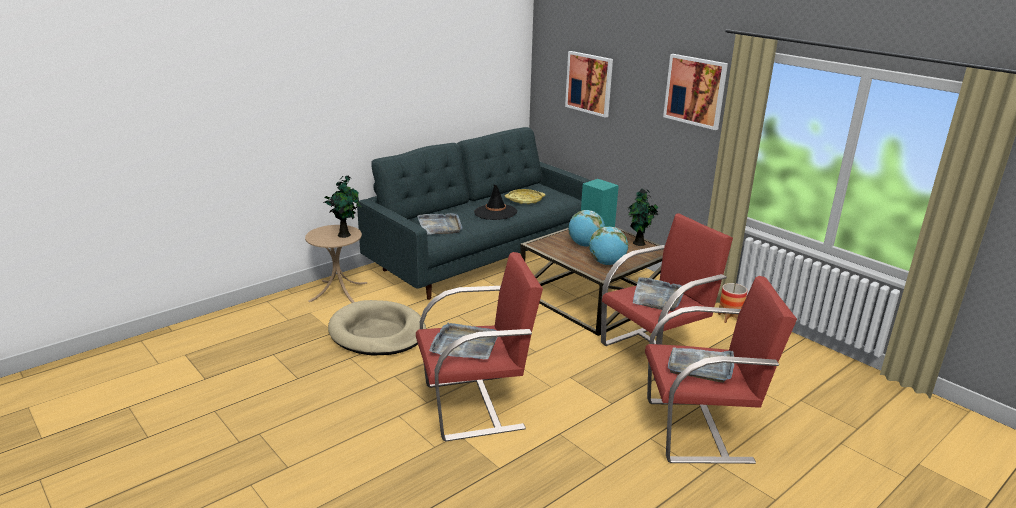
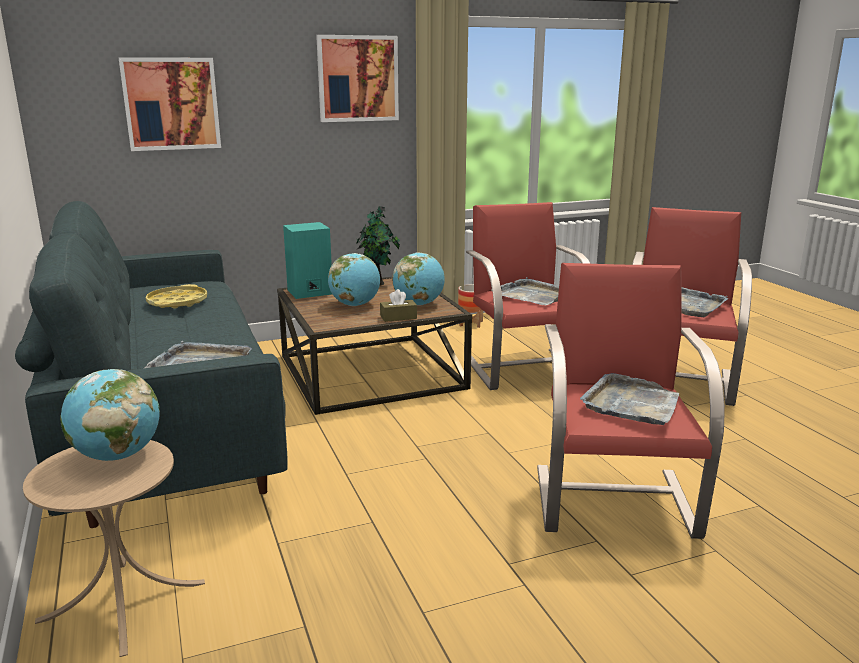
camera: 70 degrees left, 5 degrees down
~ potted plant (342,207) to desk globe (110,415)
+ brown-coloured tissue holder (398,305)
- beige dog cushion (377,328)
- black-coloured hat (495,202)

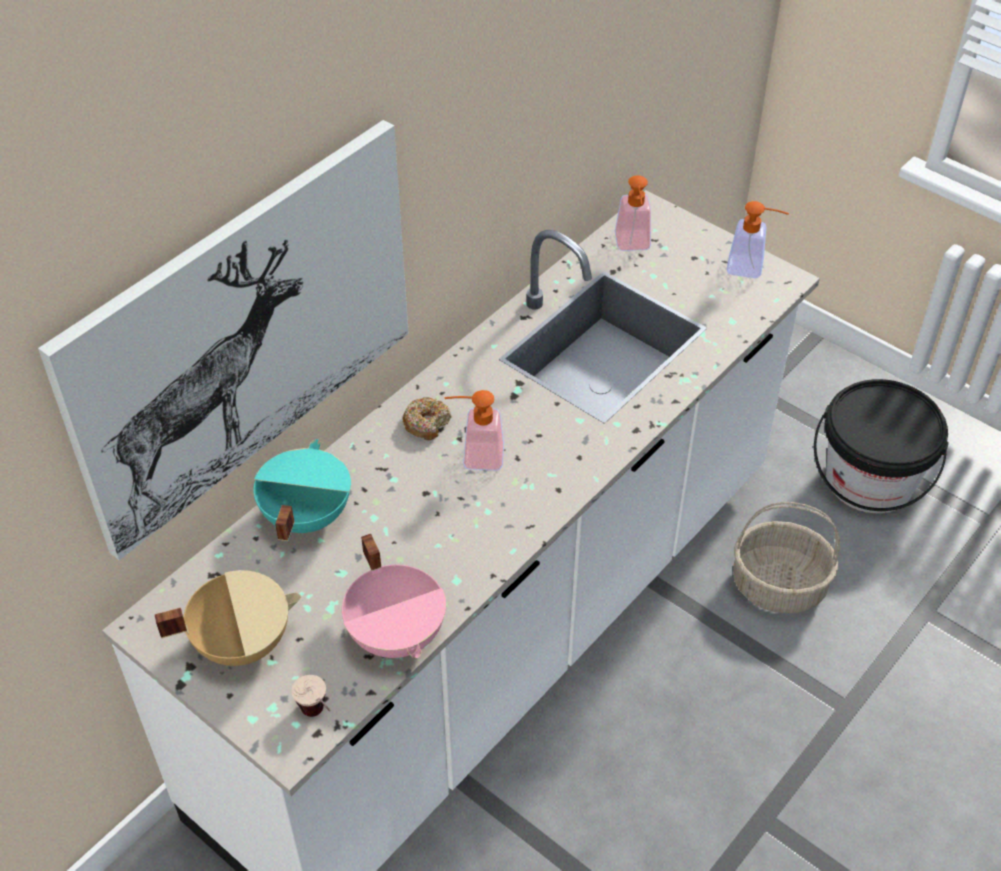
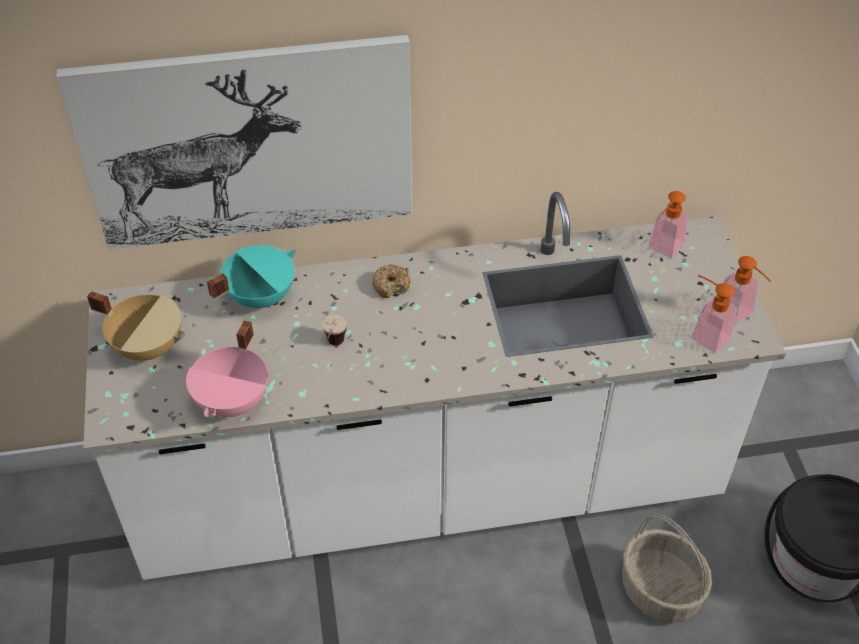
camera: 40 degrees right, 0 degrees up
~ small cup (311,696) to (334,330)
~ soap dispenser (474,430) to (714,314)

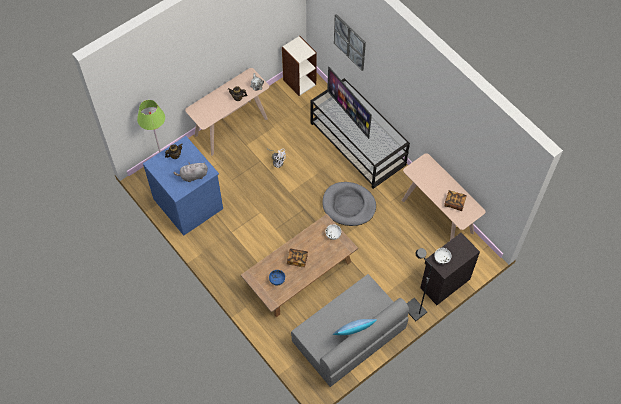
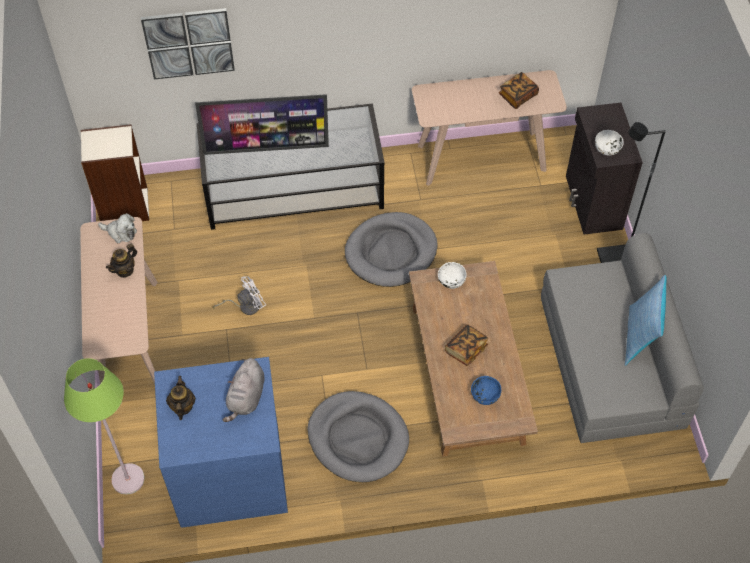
camera: 60 degrees left, 5 degrees down
+ gray dog cushion (358,436)

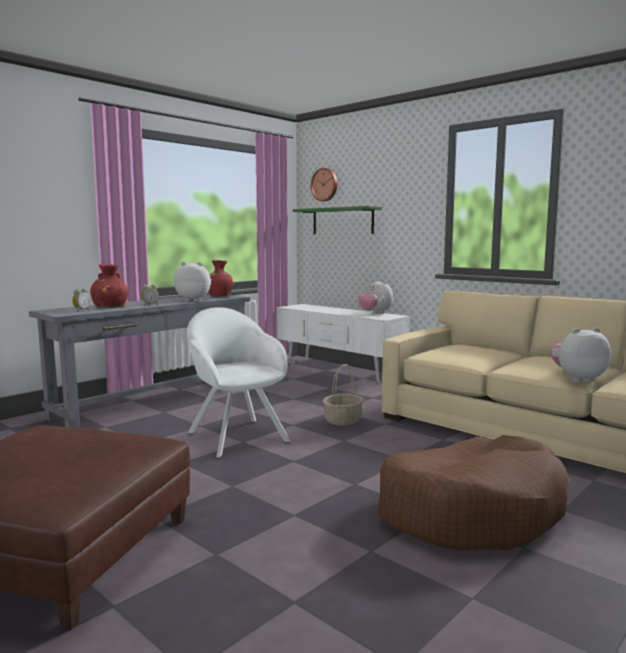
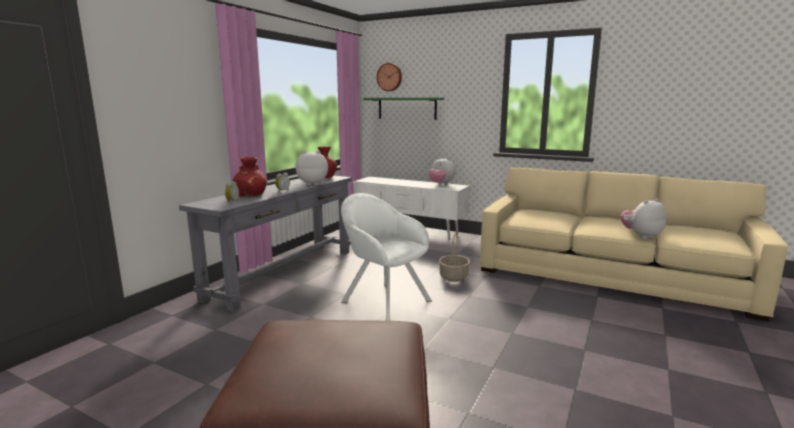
camera: 15 degrees left, 5 degrees up
- brown-coloured dog cushion (473,492)

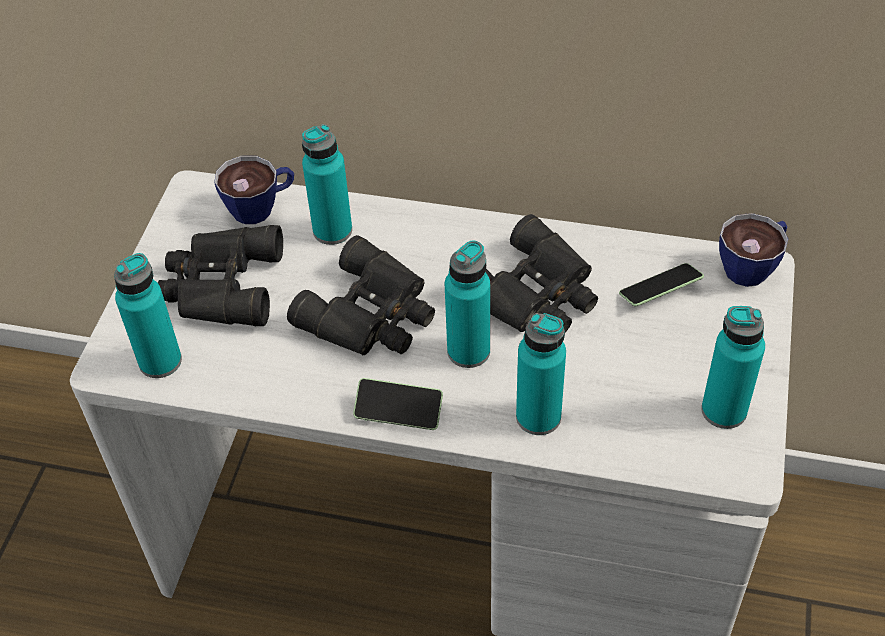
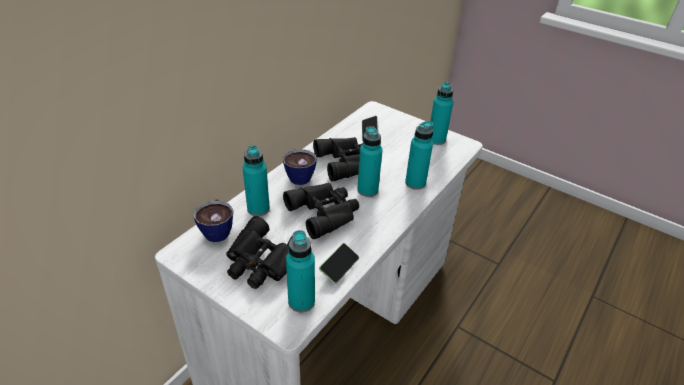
camera: 70 degrees left, 10 degrees down
~ small cup (753,250) to (300,167)
~ handset (398,404) to (339,263)

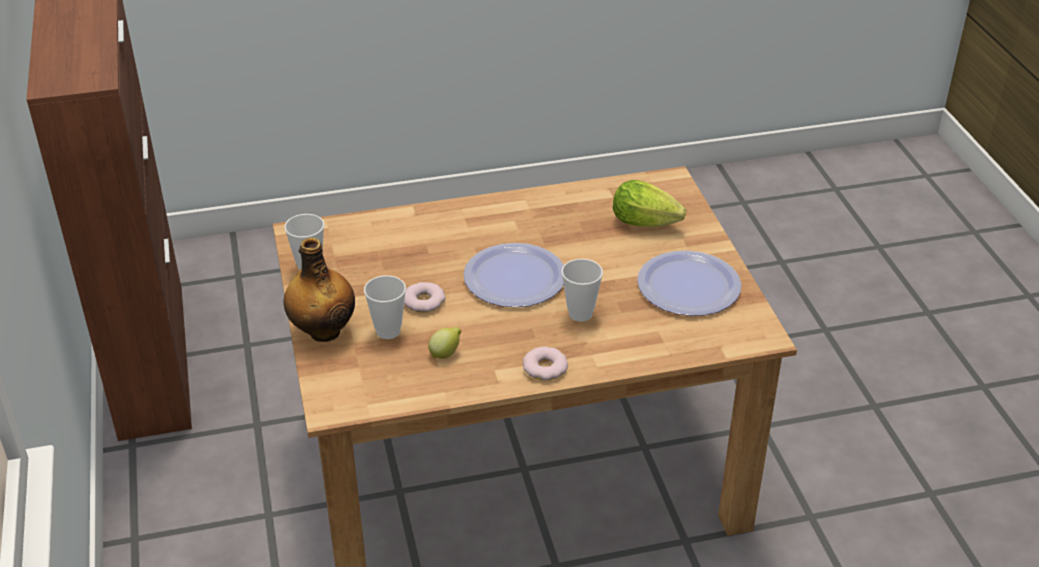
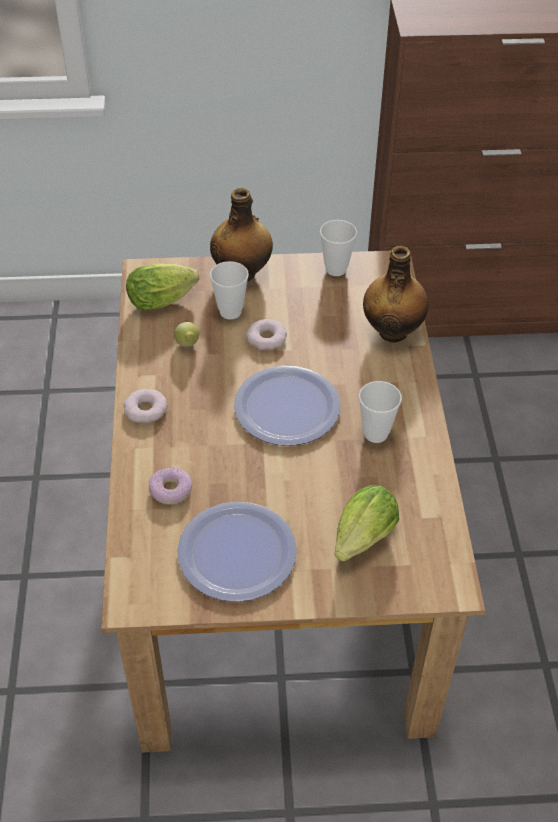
camera: 100 degrees right, 10 degrees up
+ head of lettuce (162,287)
+ ring doughnut (170,486)
~ small cup (582,290) to (380,412)
+ bottle (395,294)

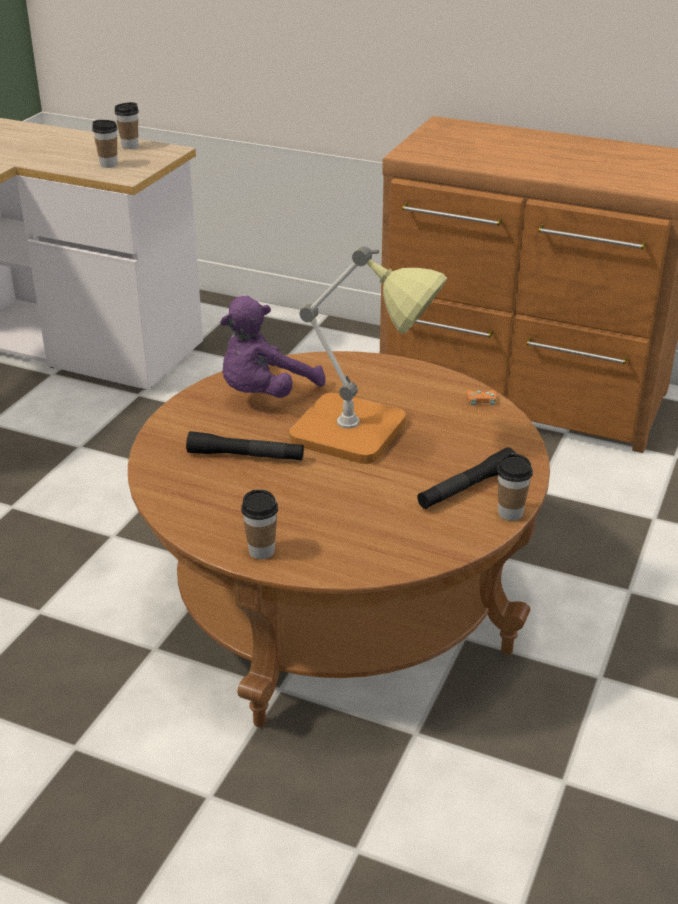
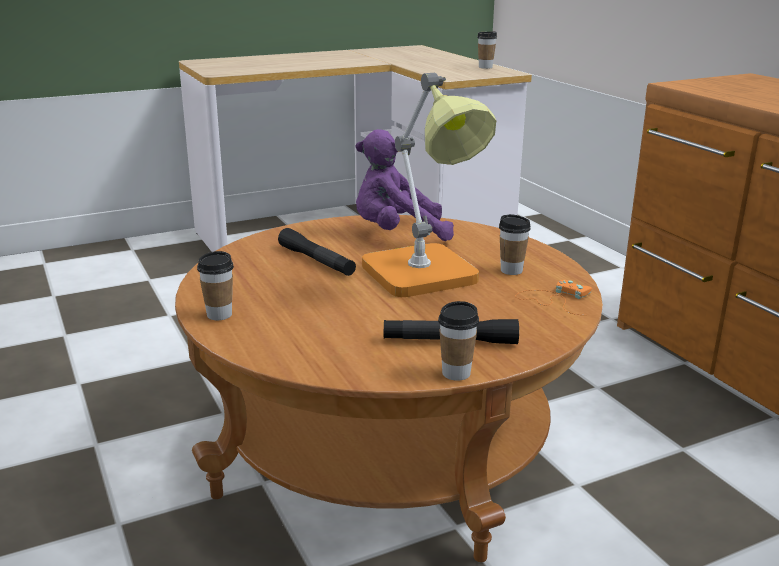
camera: 40 degrees right, 10 degrees down
~ small cup (105,144) to (515,244)

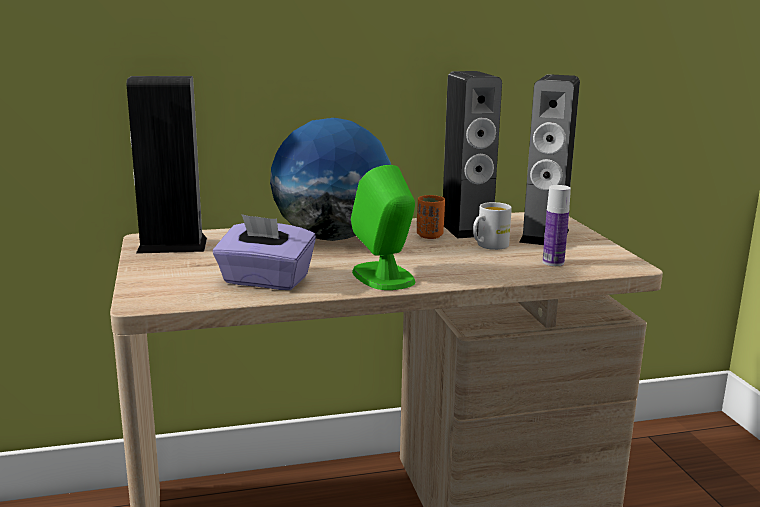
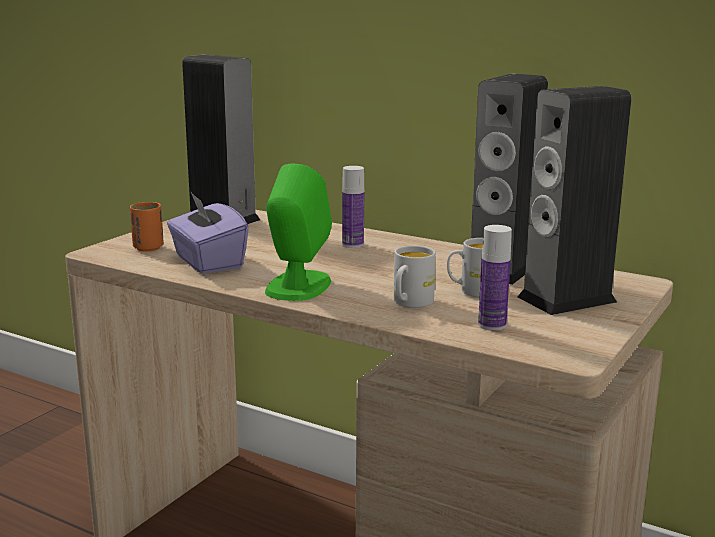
camera: 45 degrees right, 0 degrees up
~ orange small cup (431,217) to (147,227)
~ desk globe (331,179) to bottle (353,207)
+ whitish coffee mug (415,277)

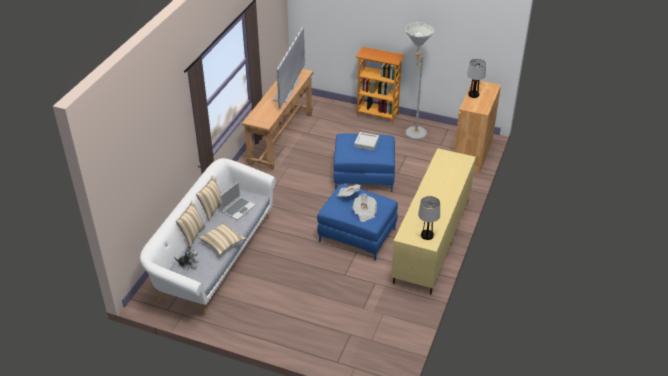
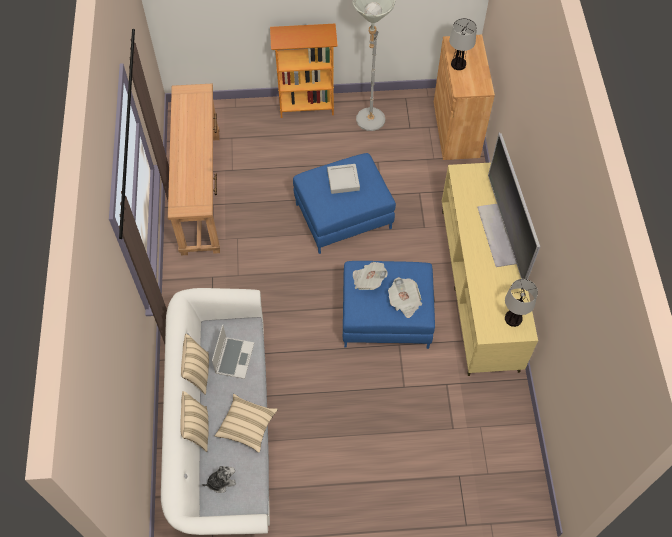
camera: 25 degrees left, 20 degrees up
~ TV set (289,67) to (508,206)

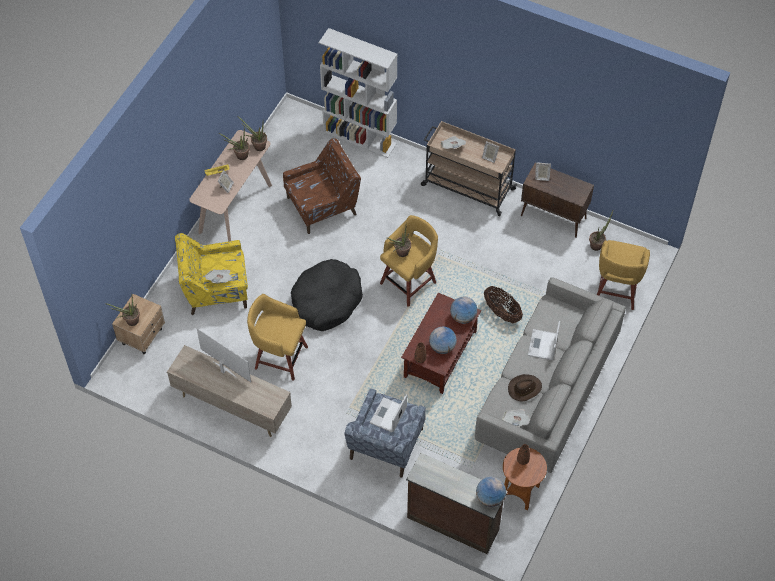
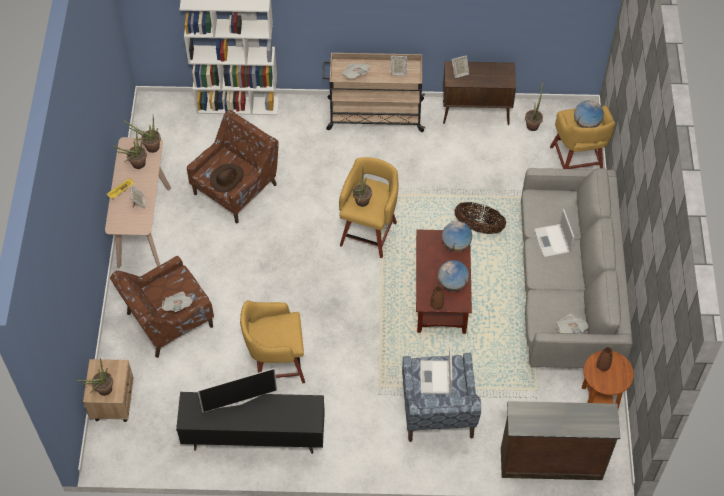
camera: 25 degrees left, 0 degrees up
~ yellow-coloured easy chair (211,274) to brown-coloured easy chair (162,307)
~ beige tv unit (229,391) to black-coloured tv unit (250,423)
~ TV set (224,355) = (237,390) 150 degrees clockwise
~ brown-coloured hat (525,388) to (227,178)
~ desk globe (491,492) to (589,114)
- black-coloured dog cushion (327,295)

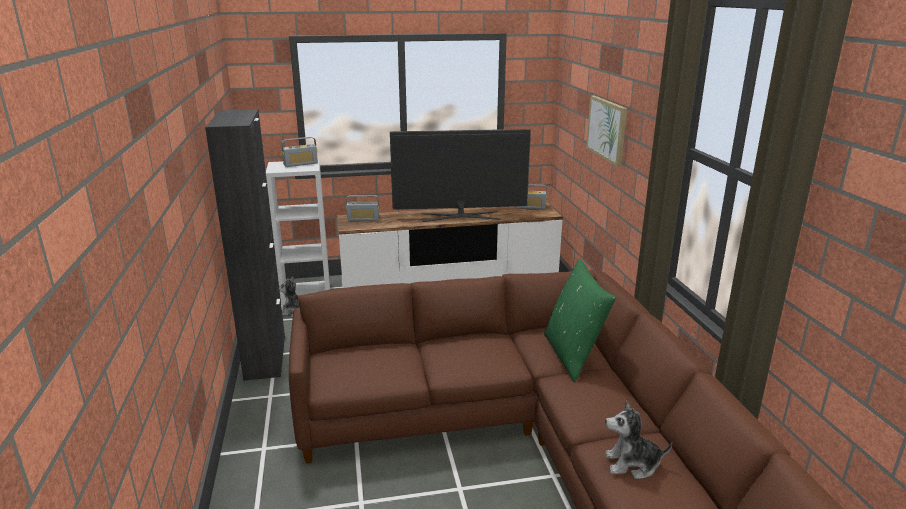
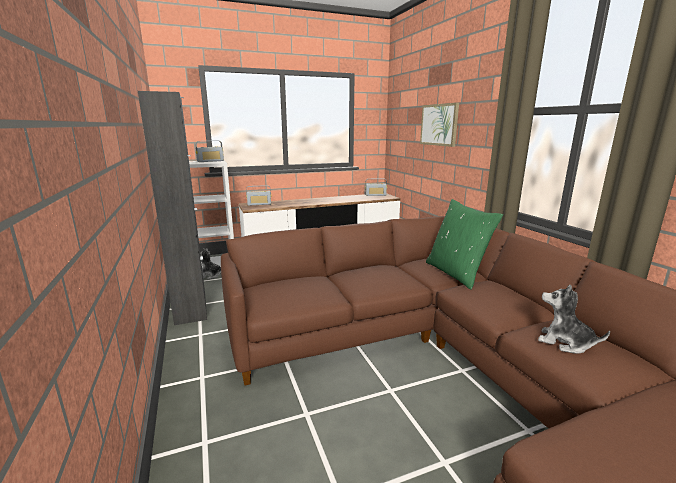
camera: 10 degrees left, 5 degrees down
~ soft toy (638,440) = (574,319) 45 degrees clockwise
- TV set (460,175)

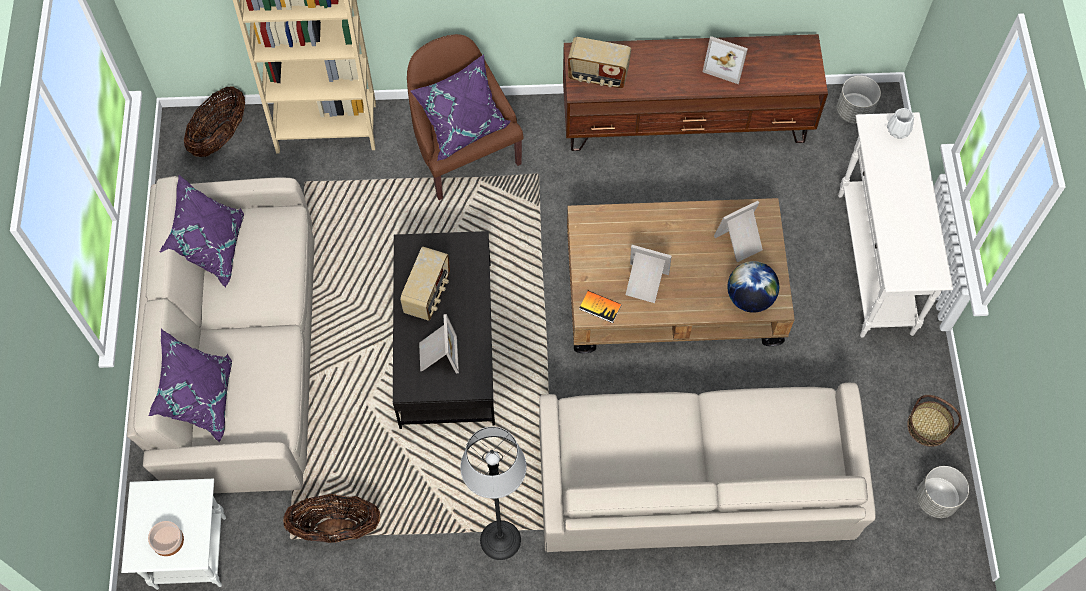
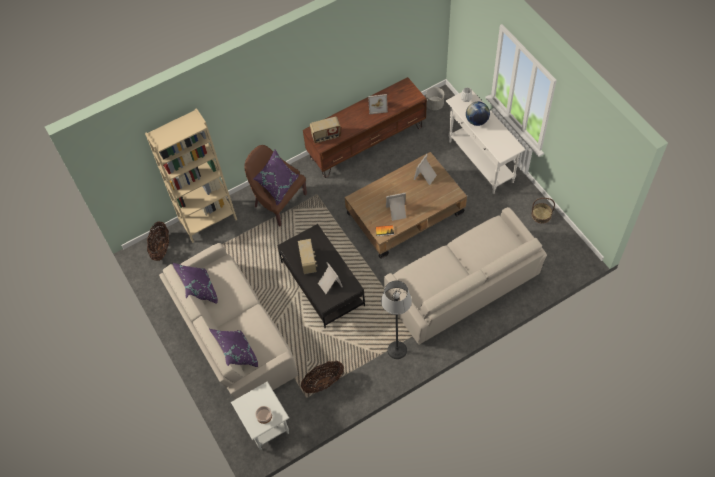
camera: 25 degrees left, 5 degrees down
~ desk globe (753,287) to (478,114)
- gray planter (943,492)

